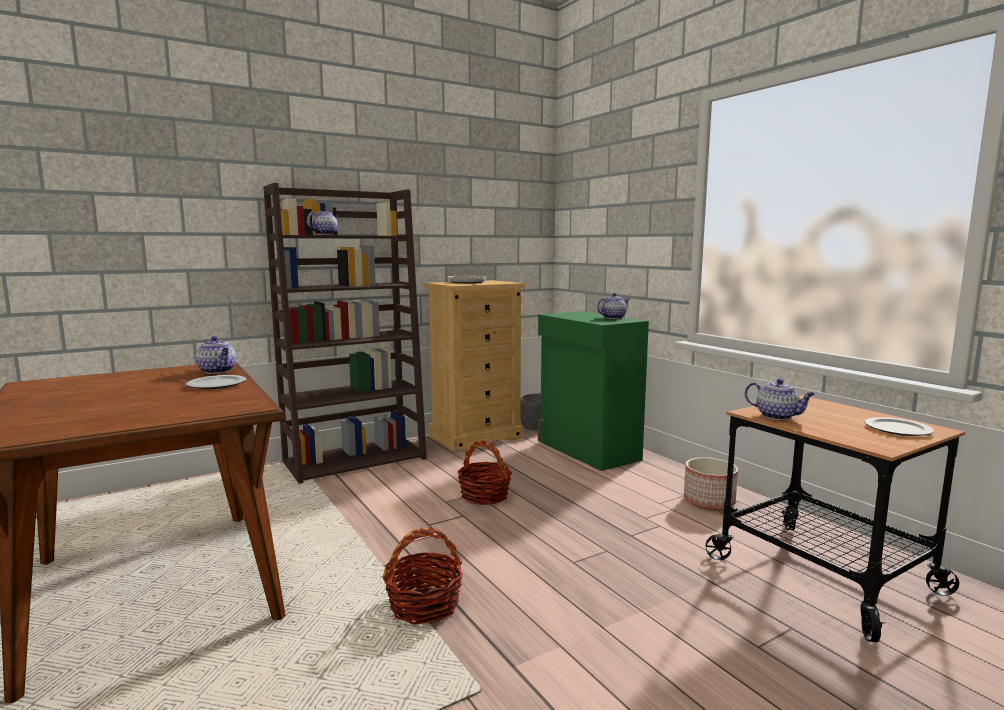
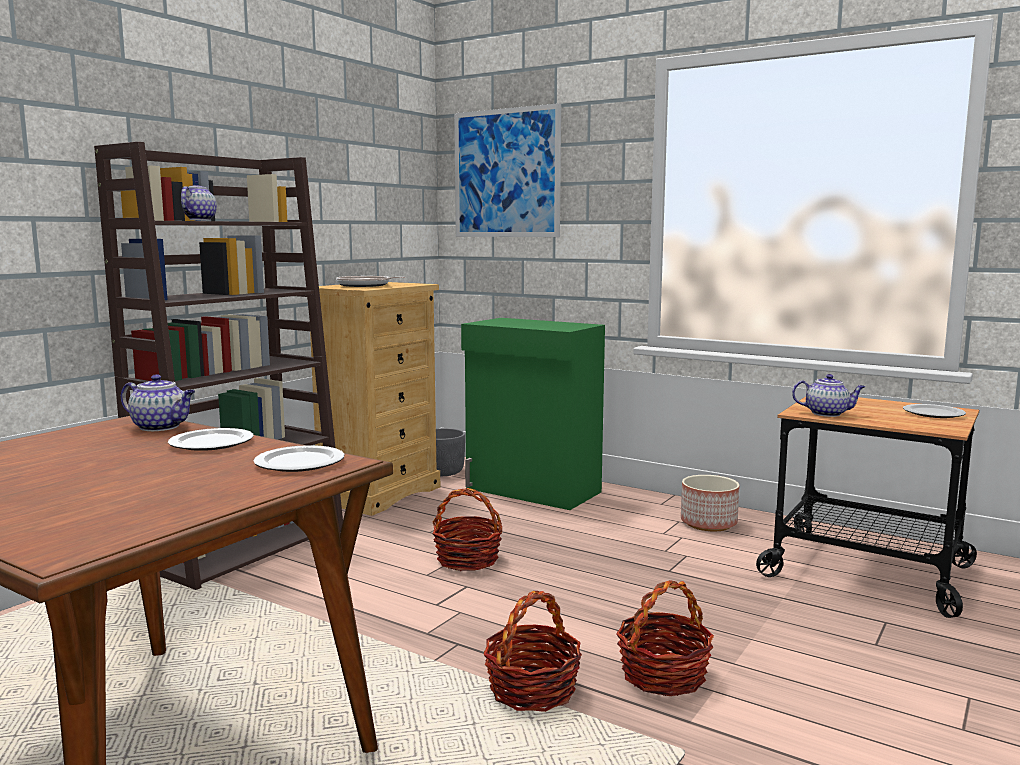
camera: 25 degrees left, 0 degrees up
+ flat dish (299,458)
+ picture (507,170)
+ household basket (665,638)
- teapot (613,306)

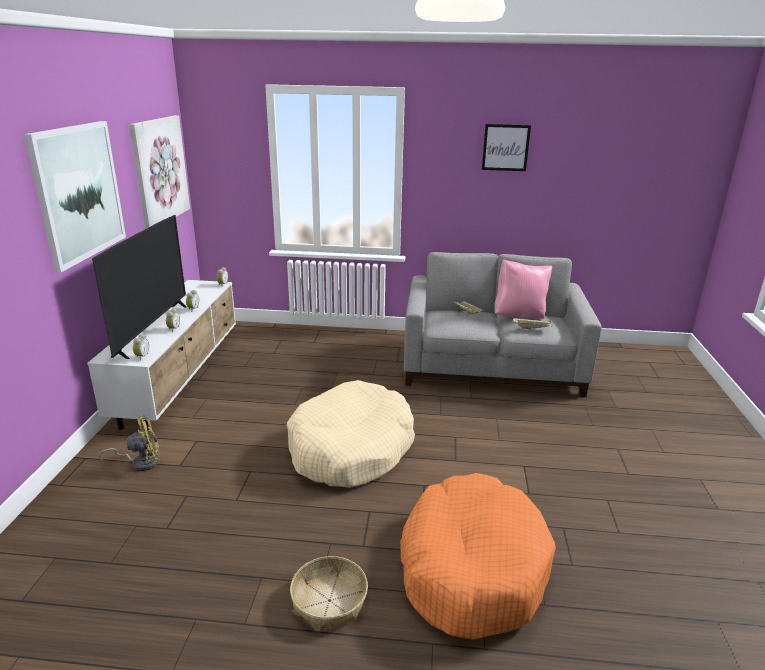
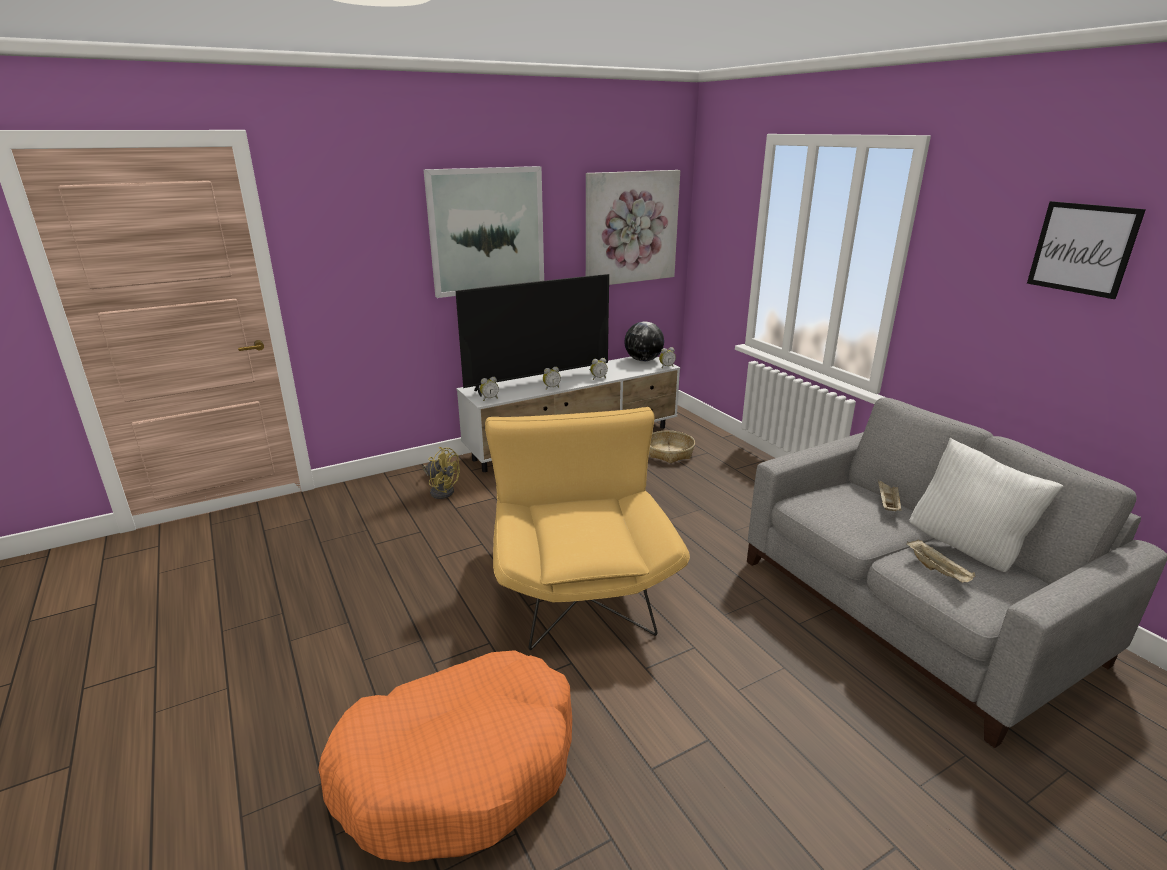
camera: 55 degrees right, 0 degrees up
~ beige dog cushion (351,434) to yellow-coloured easy chair (587,528)
+ desk globe (644,341)
~ household basket (329,593) to (672,447)
~ pinkish cushion (523,289) to whitish cushion (986,505)

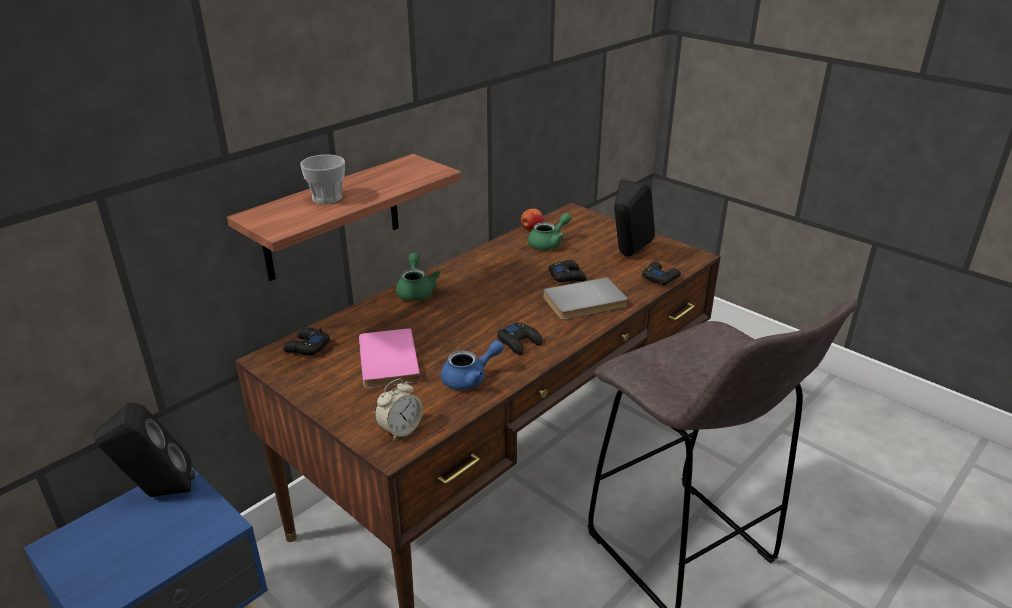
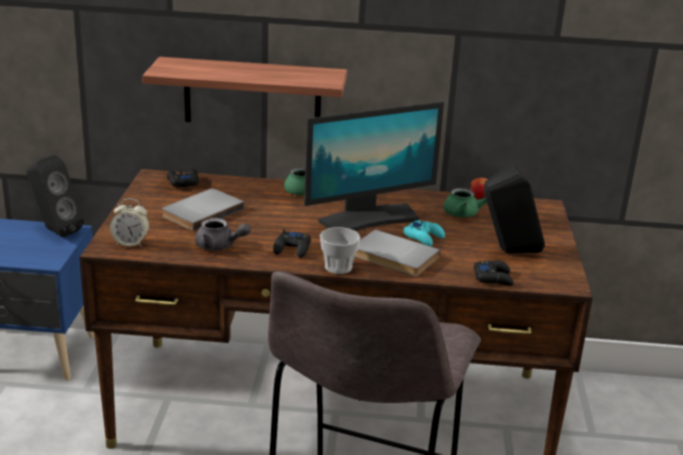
camera: 50 degrees right, 5 degrees down
~ pinkish volume (389,358) to gray volume (203,210)
~ blue teapot (472,365) to gray teapot (223,234)
+ computer display (374,166)
~ small cup (322,179) to (340,250)
~ black-coloured game controller (567,271) to turquoise game controller (424,233)

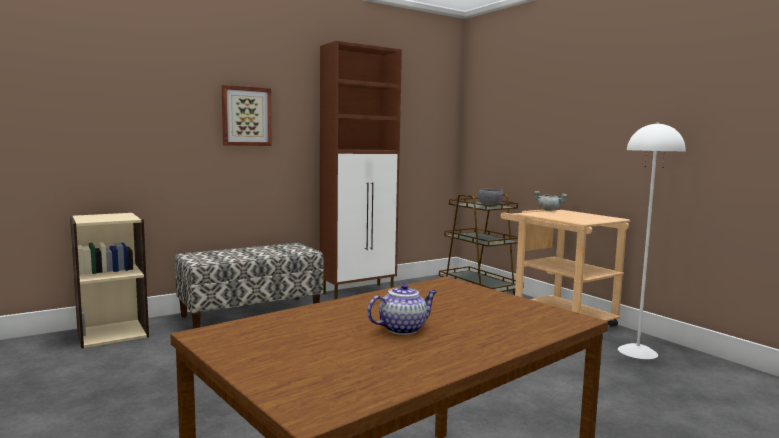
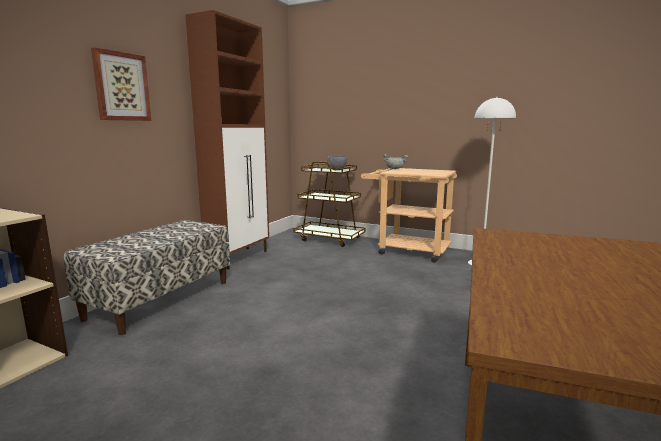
camera: 30 degrees left, 5 degrees up
- teapot (402,309)

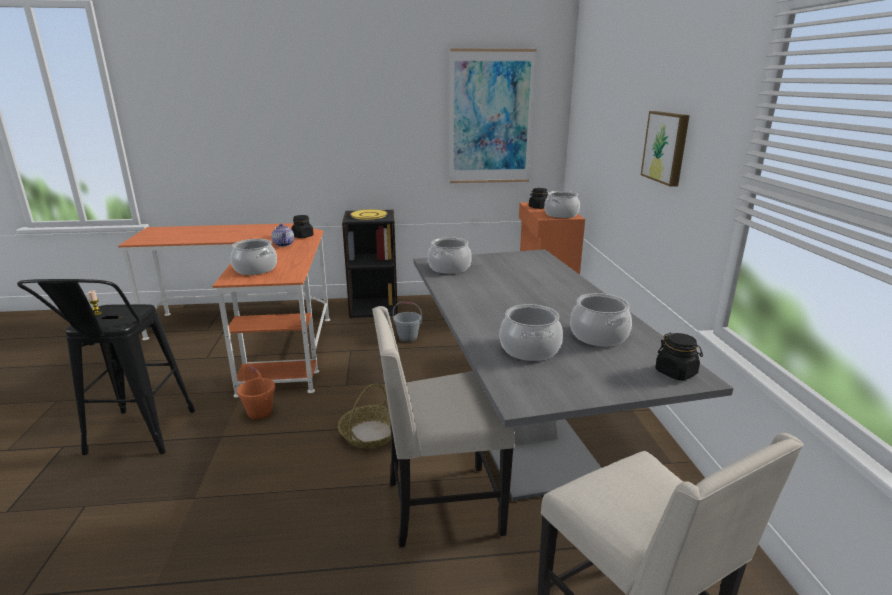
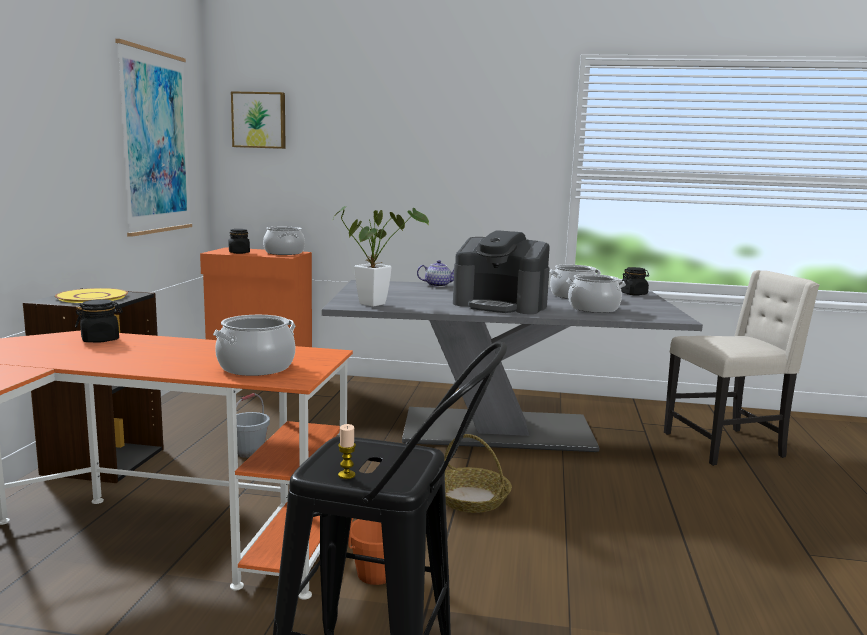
camera: 75 degrees left, 10 degrees down
~ picture (665,149) to (258,120)
~ cooking pot (450,255) to potted plant (381,256)
~ teapot (282,235) to (435,273)
+ coffee brewer (501,272)
- beige upright chair (443,427)

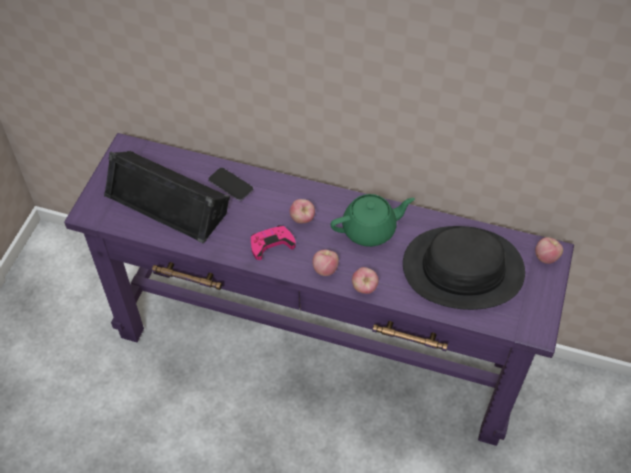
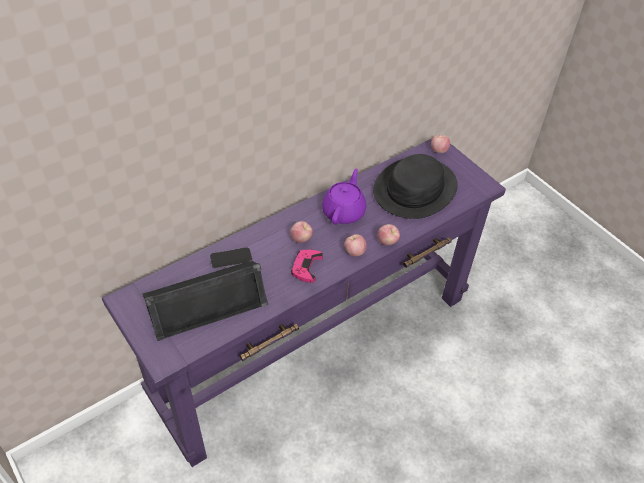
camera: 55 degrees left, 5 degrees down
~ greenish teapot (372,220) to purple teapot (344,196)

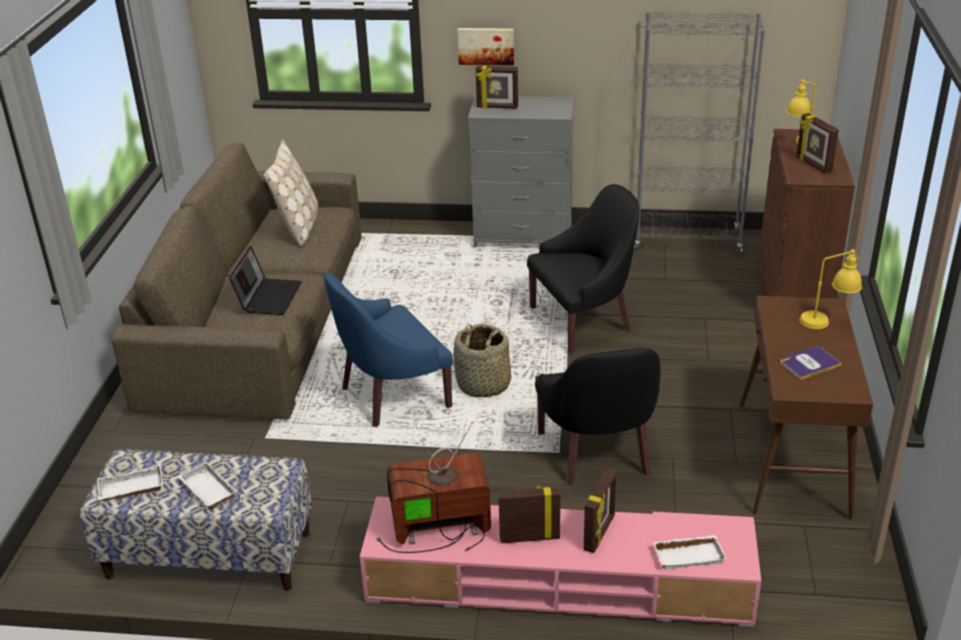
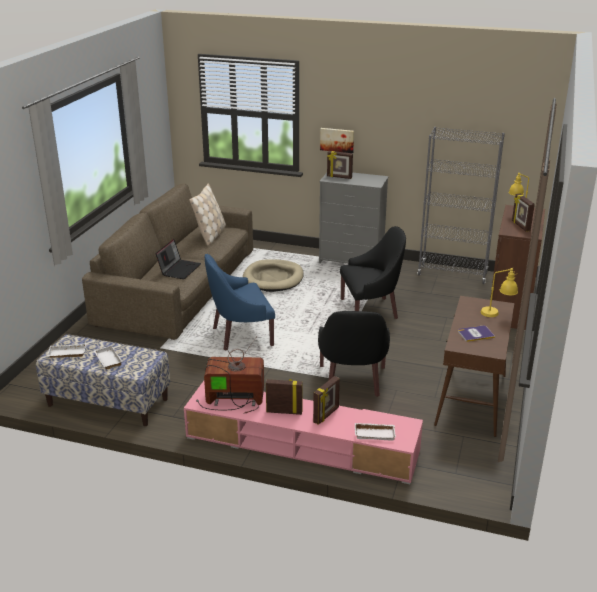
camera: 10 degrees right, 5 degrees down
+ beige dog cushion (273,275)
- household basket (482,360)

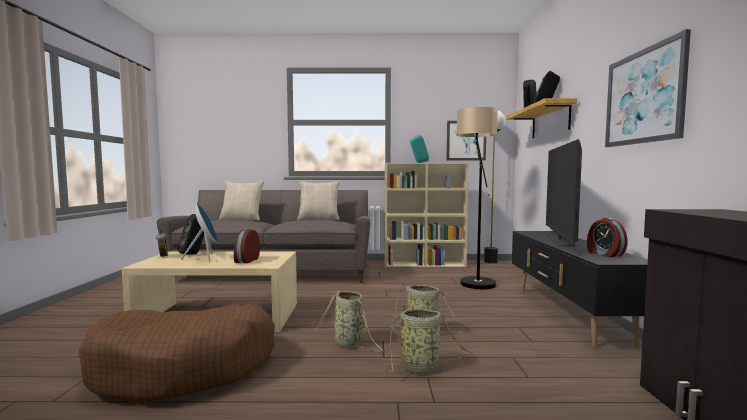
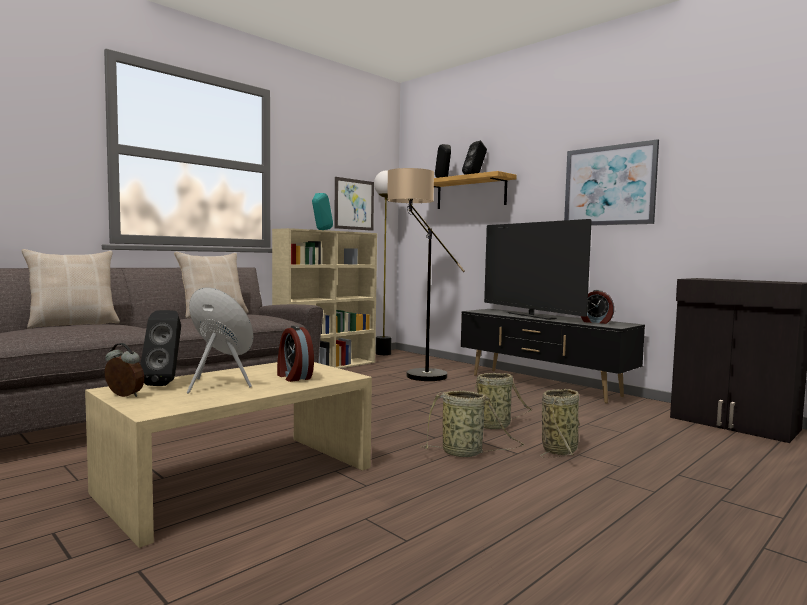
camera: 45 degrees left, 0 degrees up
- brown-coloured dog cushion (177,354)

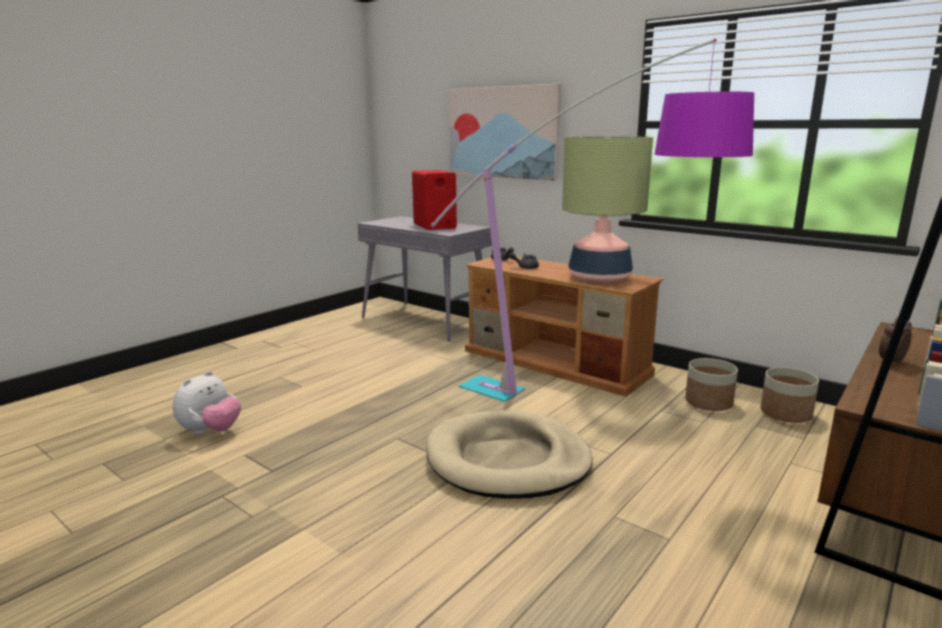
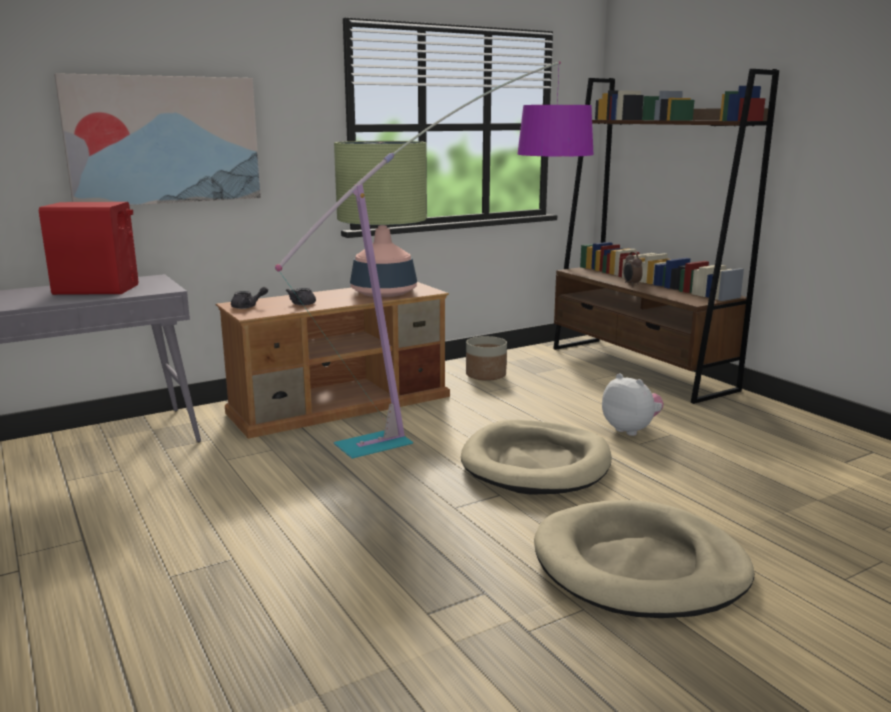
camera: 70 degrees left, 0 degrees up
+ beige dog cushion (644,559)
~ soft toy (207,403) to (633,404)
- planter (790,395)

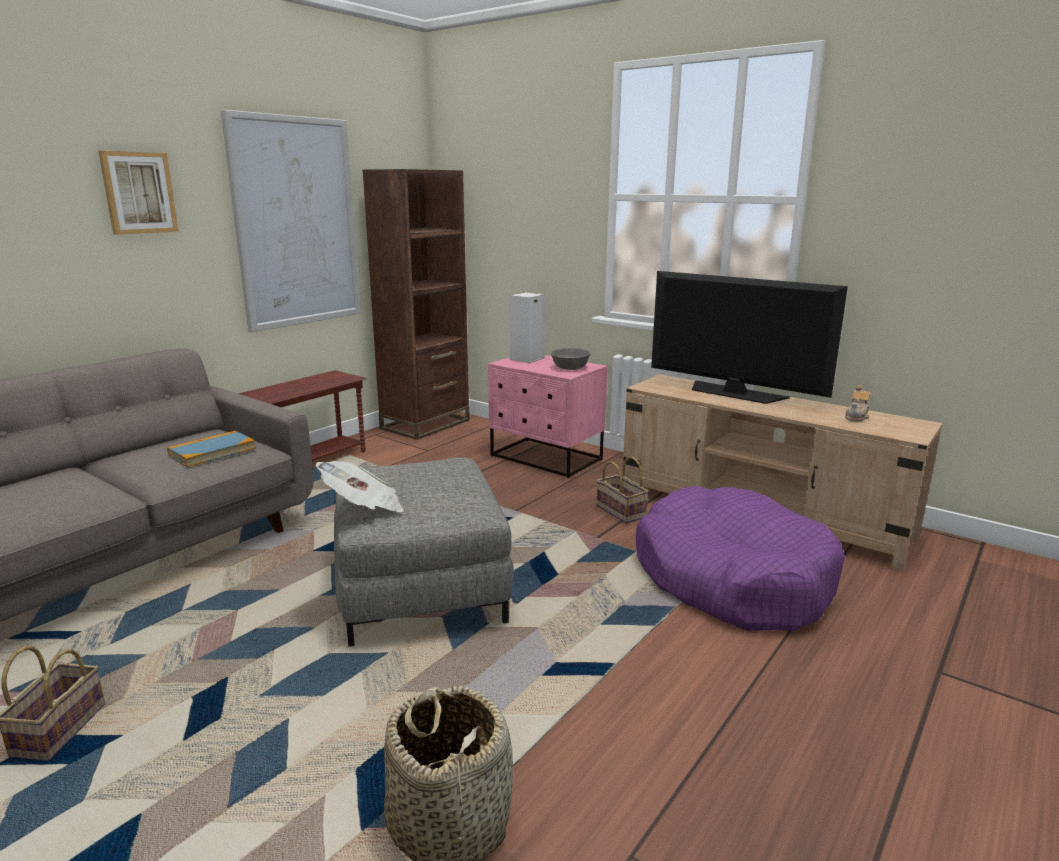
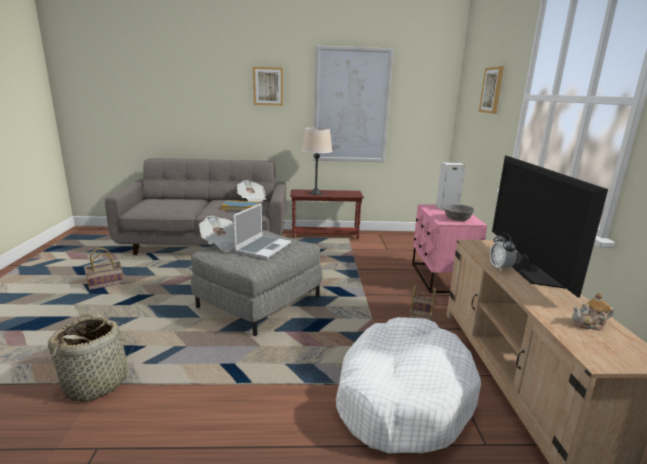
camera: 50 degrees right, 0 degrees up
+ notebook computer (262,231)
+ printed paper (251,191)
+ beige lamp for a table (317,161)
~ purple dog cushion (740,558) to whitish dog cushion (408,385)
+ picture (491,90)
+ alarm clock (503,252)
- brown-coloured bookshelf (416,304)

